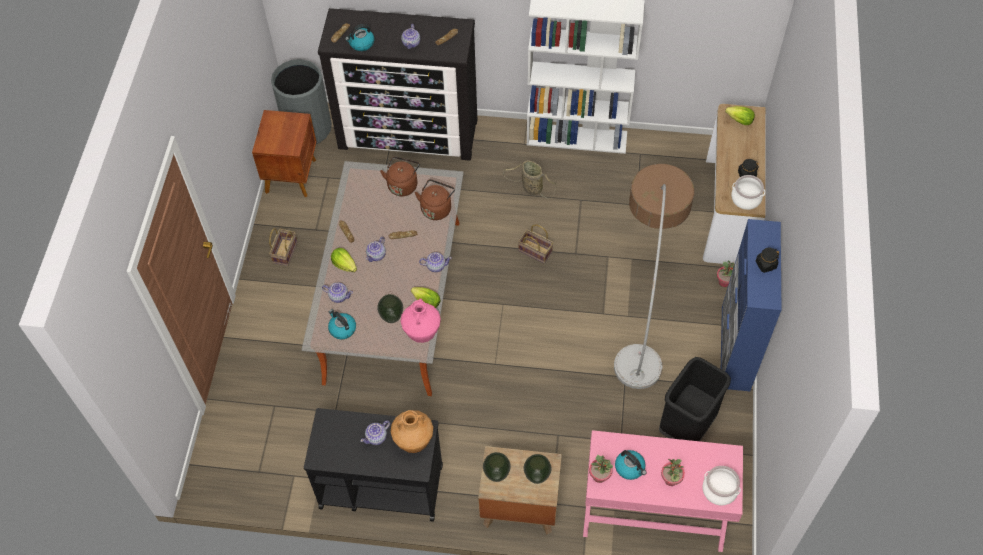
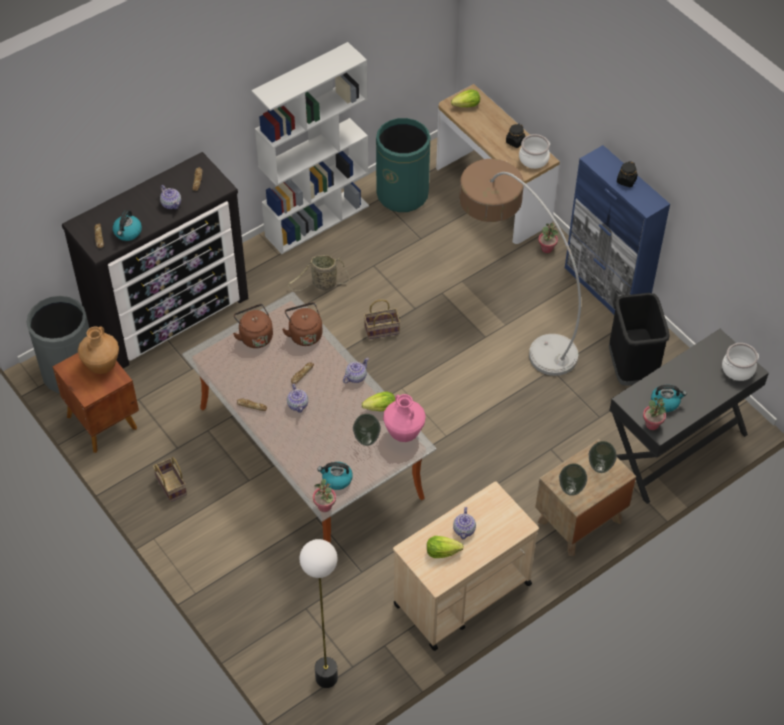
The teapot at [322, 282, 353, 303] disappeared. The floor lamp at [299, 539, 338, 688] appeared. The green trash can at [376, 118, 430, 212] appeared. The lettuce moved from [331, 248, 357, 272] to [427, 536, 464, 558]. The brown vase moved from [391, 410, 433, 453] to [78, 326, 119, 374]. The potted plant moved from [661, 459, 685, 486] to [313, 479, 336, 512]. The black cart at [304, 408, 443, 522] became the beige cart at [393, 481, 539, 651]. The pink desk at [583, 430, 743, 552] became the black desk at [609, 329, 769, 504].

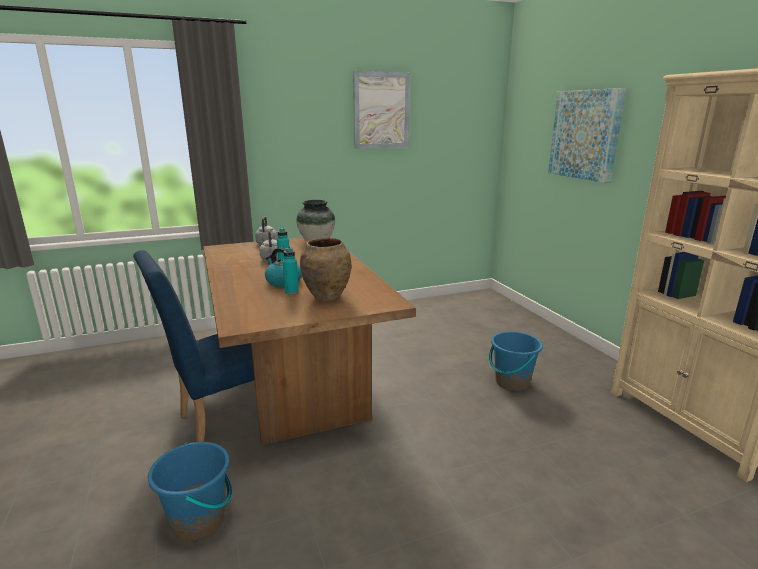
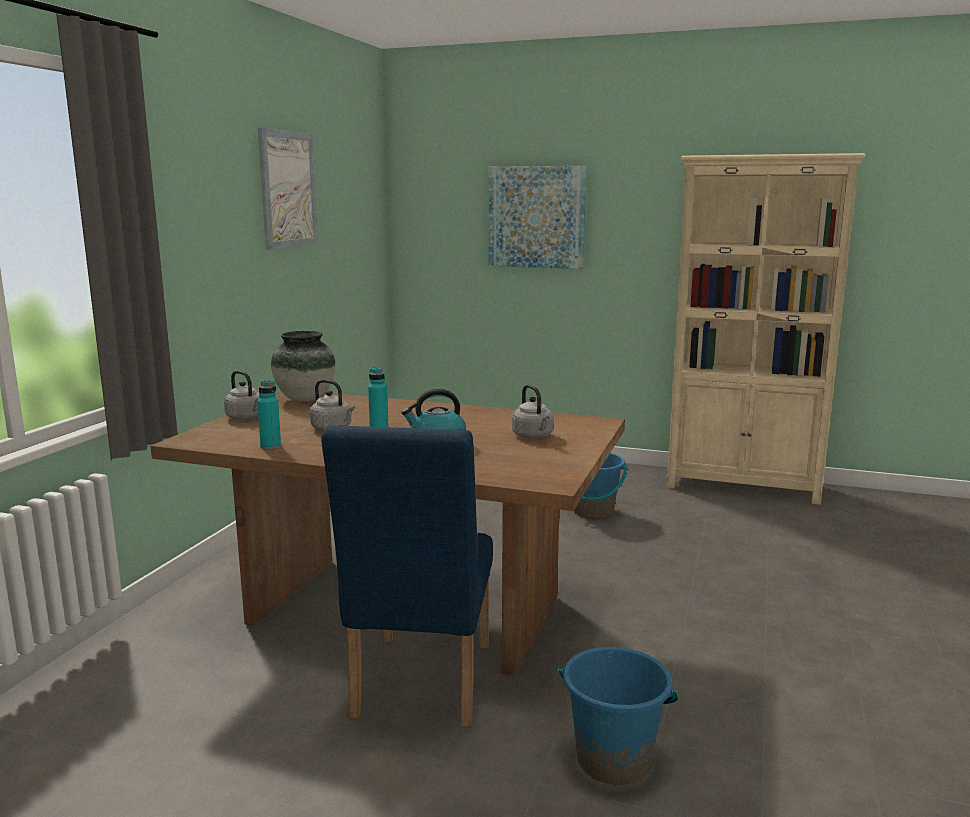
The turquoise bottle moved from [283, 247, 299, 294] to [257, 380, 281, 450]. The brown vase at [300, 238, 351, 301] was replaced by the grey kettle at [512, 385, 554, 439].

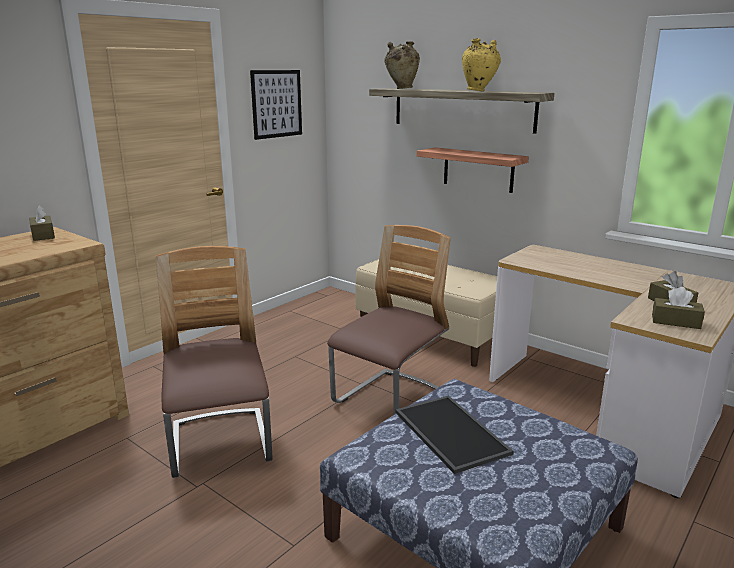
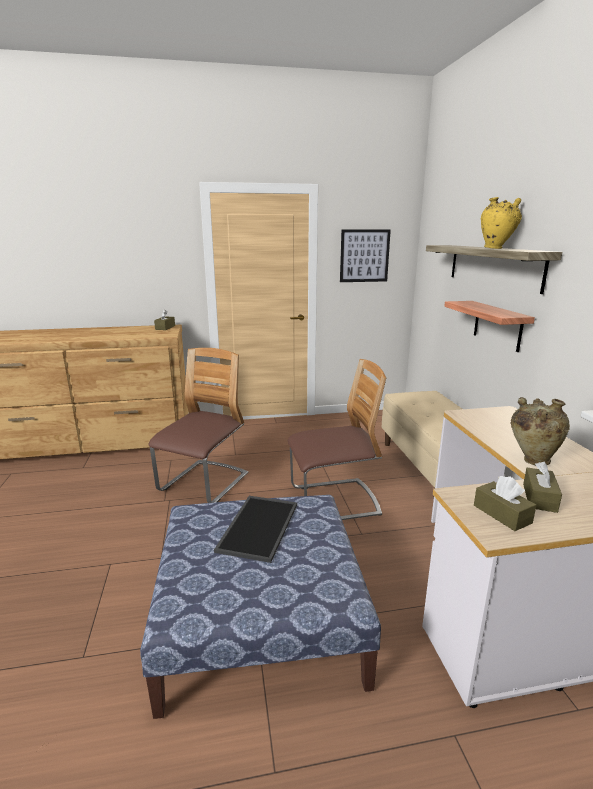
The beige vase moved from [384, 41, 420, 89] to [510, 397, 570, 465].

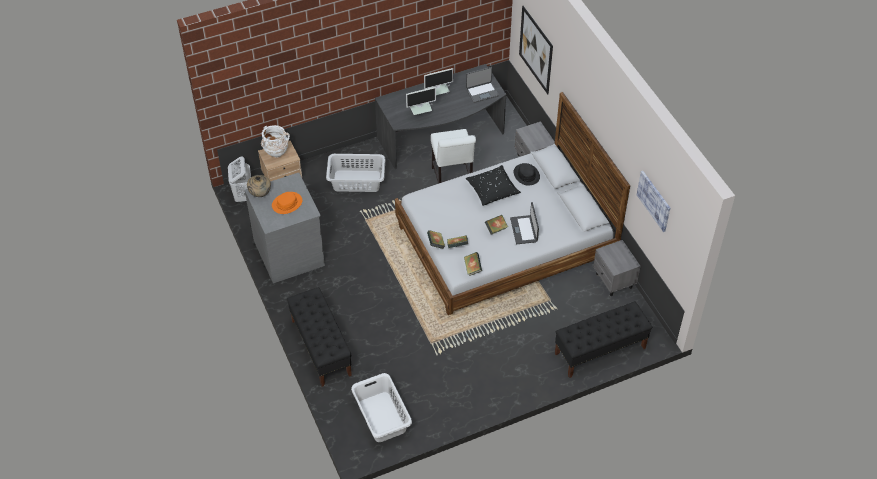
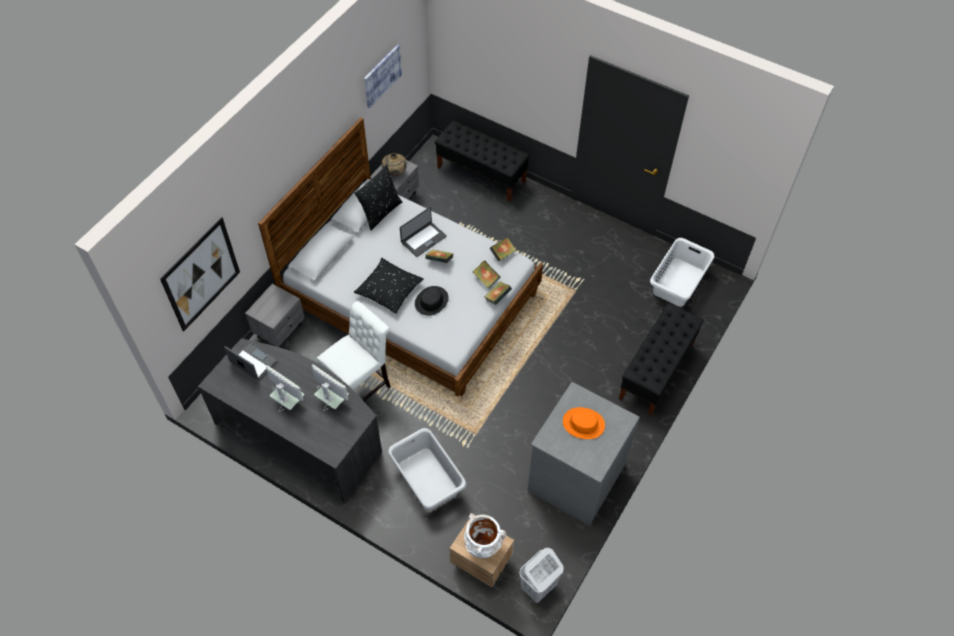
The black pillow at [354, 164, 402, 230] appeared. The beige vase moved from [247, 175, 271, 197] to [382, 153, 407, 176]. The black hat moved from [514, 163, 540, 185] to [415, 286, 449, 316].

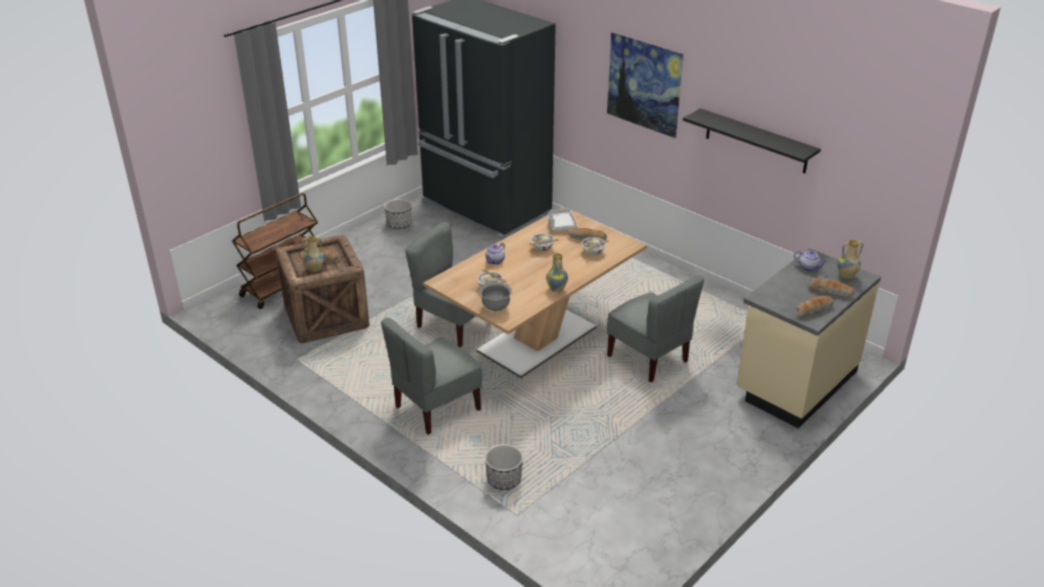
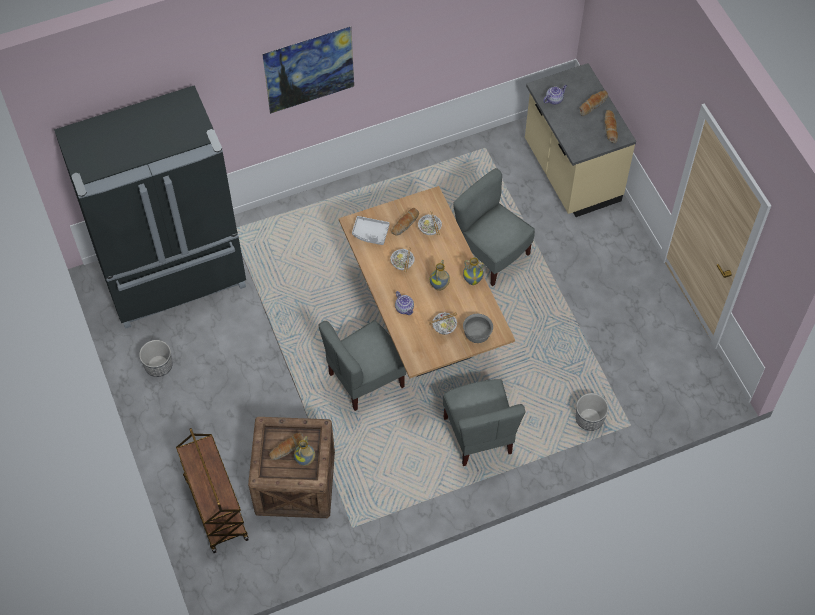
The black shelf at [683, 108, 821, 173] disappeared. The vase moved from [837, 240, 863, 279] to [430, 260, 450, 291]. The grey chair at [607, 275, 704, 382] turned 120 degrees counterclockwise.

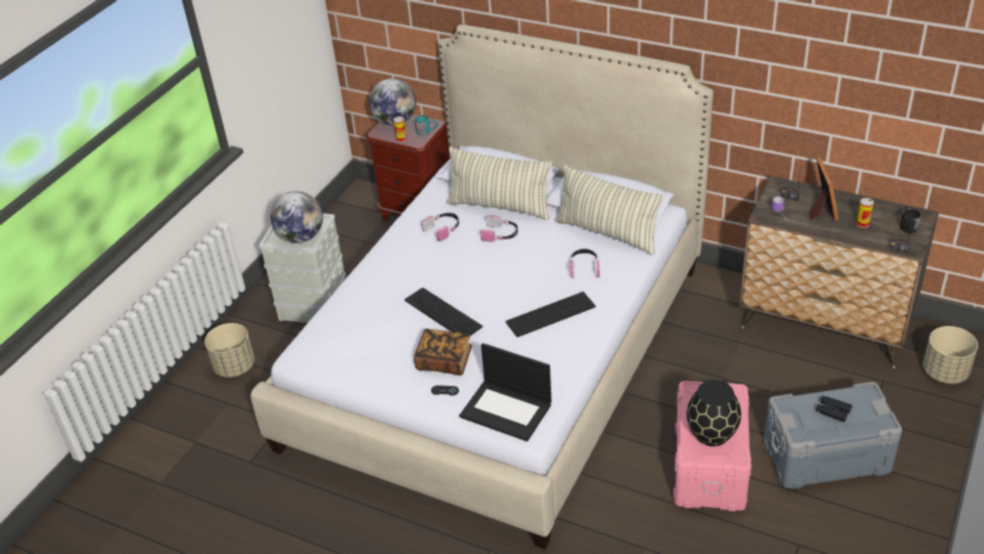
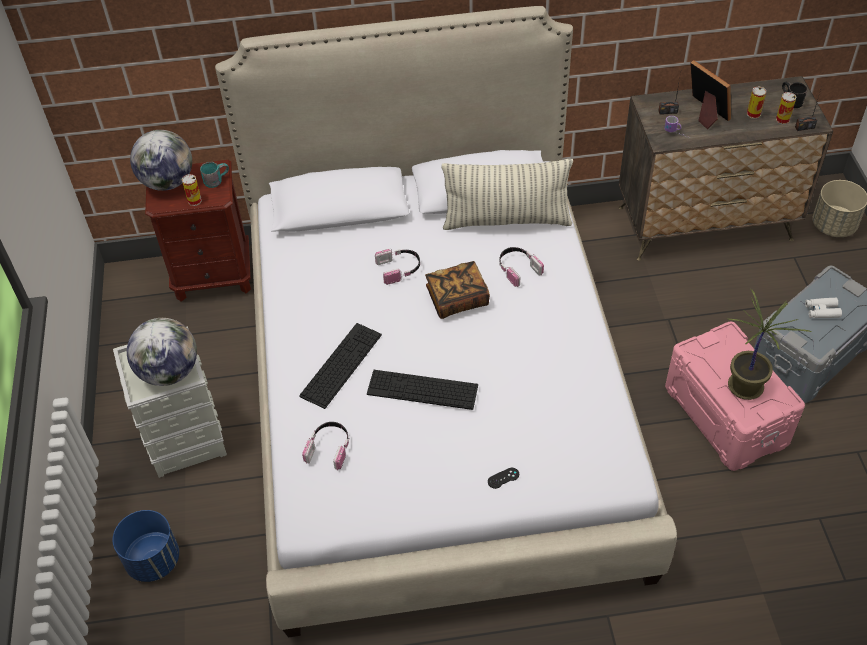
The pillow at [447, 147, 552, 220] disappeared. The laptop at [459, 343, 552, 442] disappeared. The can at [776, 92, 796, 125] appeared. The book moved from [414, 328, 472, 376] to [425, 261, 490, 319]. The headphones moved from [421, 213, 459, 241] to [302, 422, 350, 470]. The keyboard moved from [506, 292, 596, 337] to [299, 323, 382, 409]. The black vase at [687, 380, 741, 446] was replaced by the potted plant at [727, 289, 812, 400]. The beige planter at [205, 323, 255, 377] became the blue planter at [113, 510, 179, 582]. The black binoculars at [816, 396, 852, 422] became the white binoculars at [805, 298, 842, 318].

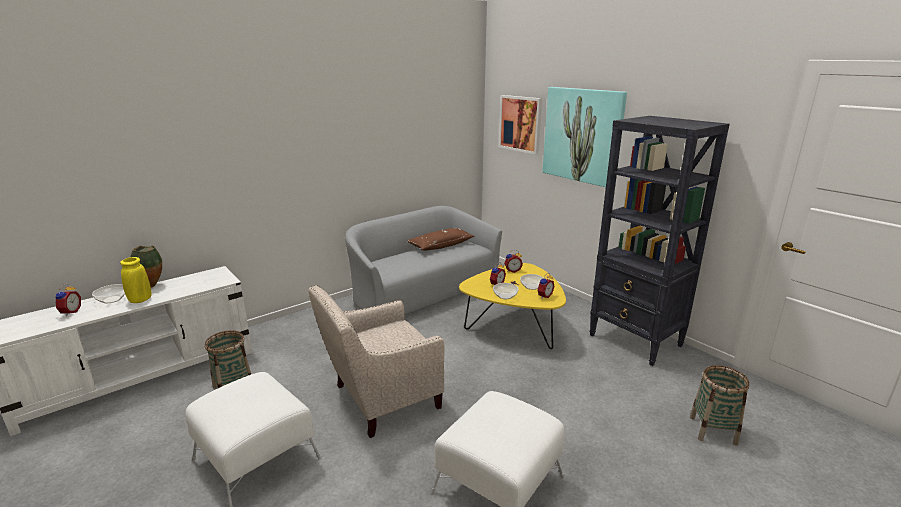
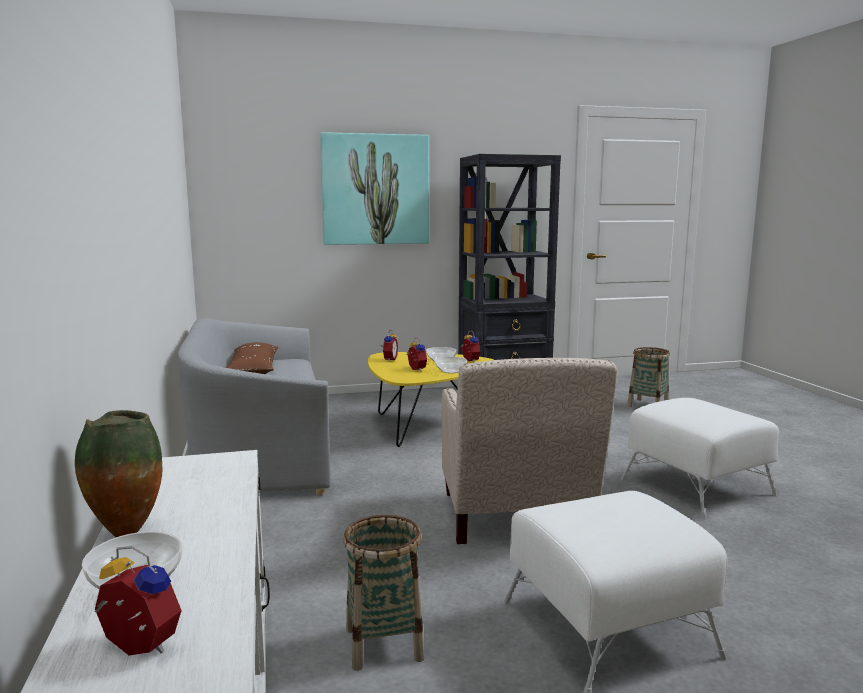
The yellow vase at [120, 257, 152, 303] disappeared. The picture at [499, 95, 542, 155] disappeared.

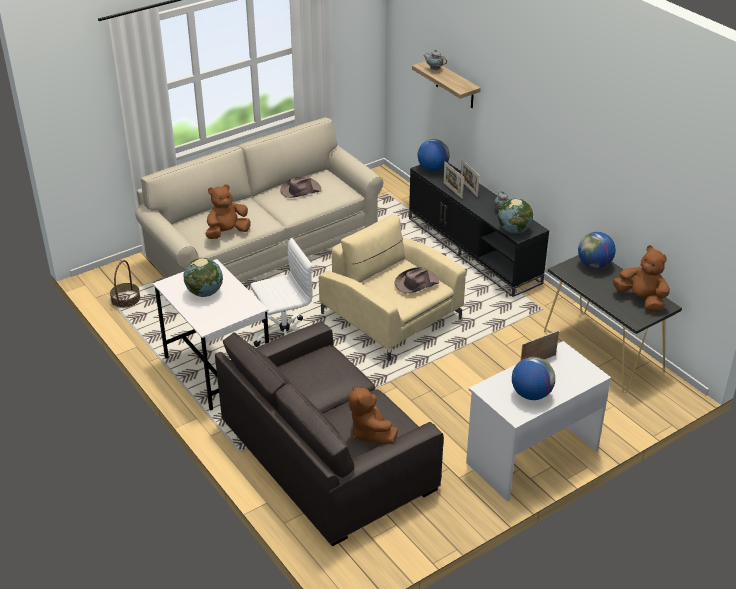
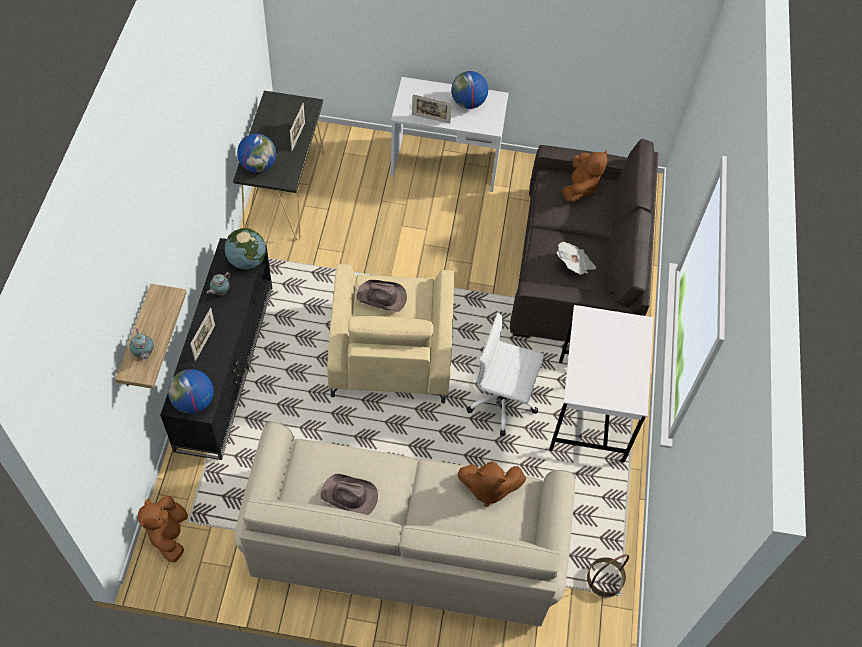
The globe at [183, 258, 223, 297] disappeared. The newspaper at [556, 242, 596, 275] appeared. The picture frame moved from [443, 161, 464, 199] to [290, 103, 305, 151]. The brown plush toy moved from [613, 245, 670, 312] to [138, 496, 188, 562].

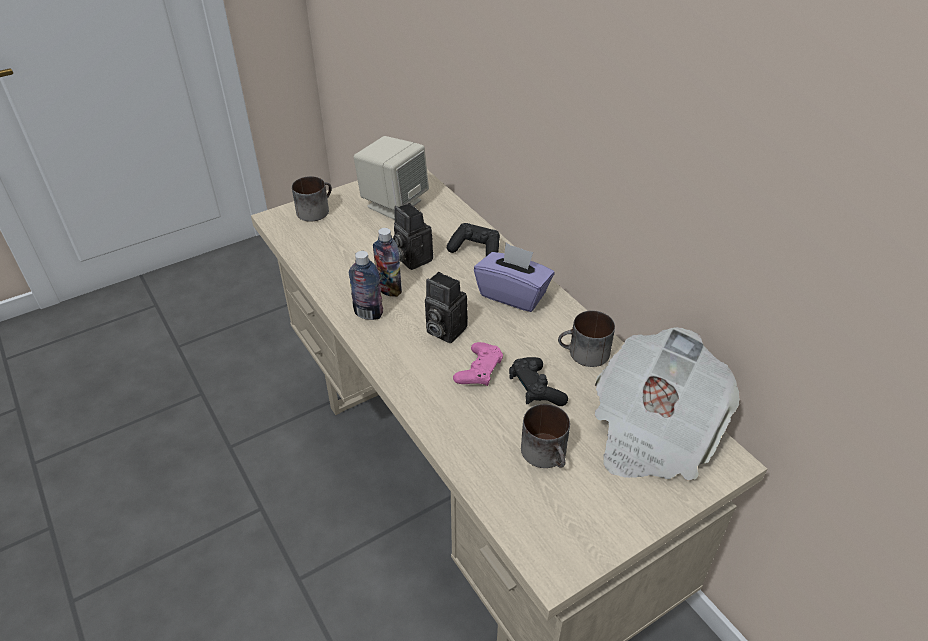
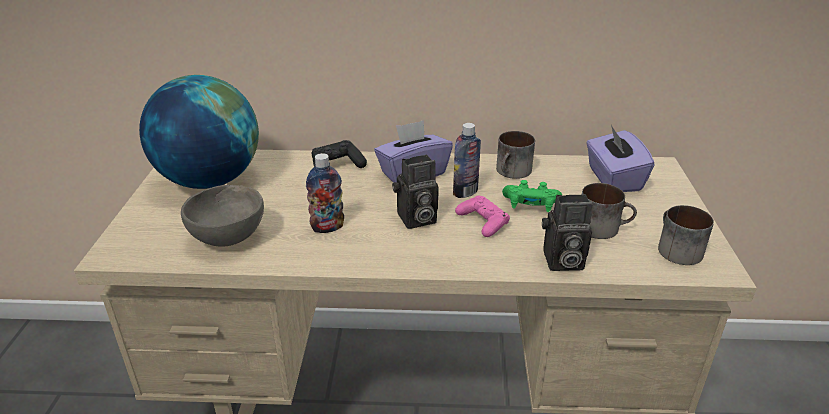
The grey bowl at [181, 185, 264, 246] appeared. The mug moved from [292, 176, 332, 222] to [658, 205, 714, 265]. The bottle moved from [349, 251, 383, 320] to [453, 123, 481, 198]. The photo camera moved from [393, 203, 433, 270] to [542, 194, 593, 271]. The beige speaker at [354, 136, 429, 220] was replaced by the globe at [139, 75, 259, 189]. The newspaper at [594, 327, 740, 480] was replaced by the purple tissue box at [586, 125, 654, 192]. The black game controller at [509, 357, 568, 406] became the green game controller at [502, 180, 562, 212].

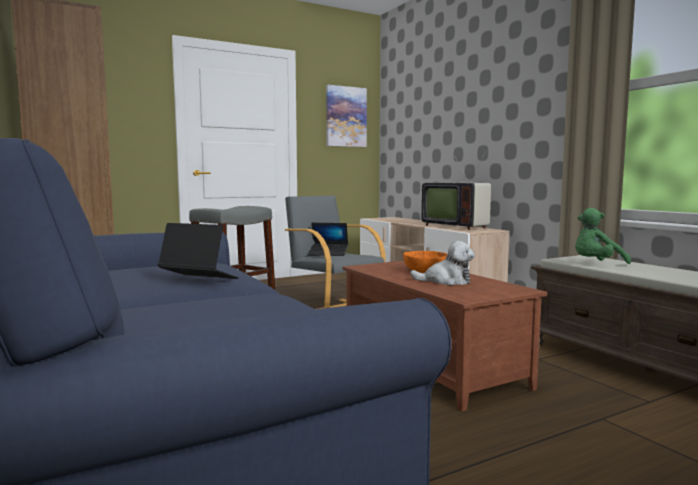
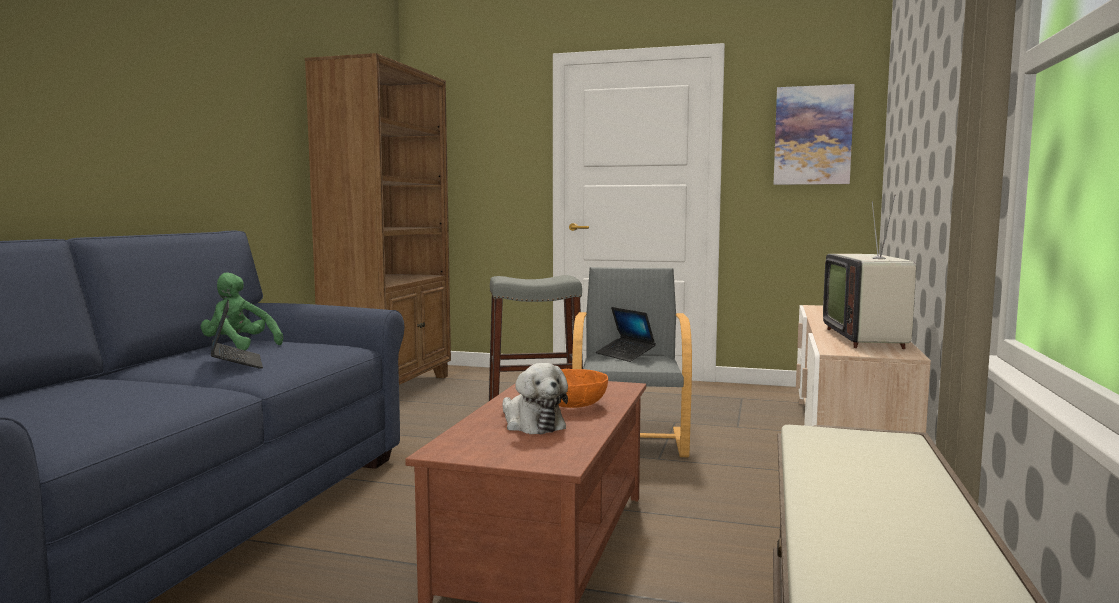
The green plush toy moved from [575, 208, 631, 264] to [200, 272, 283, 350].

